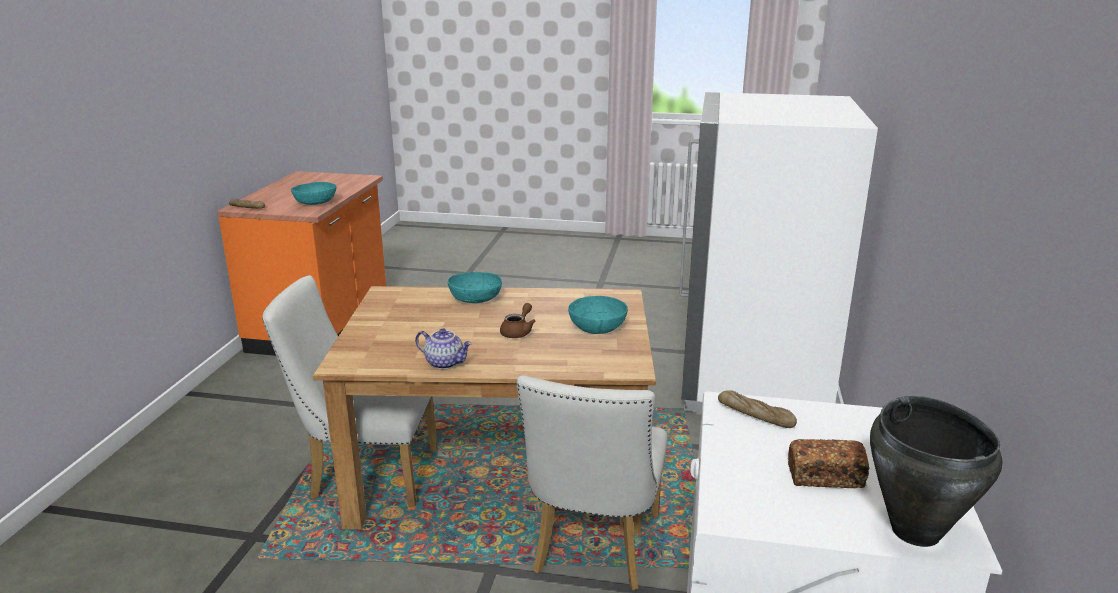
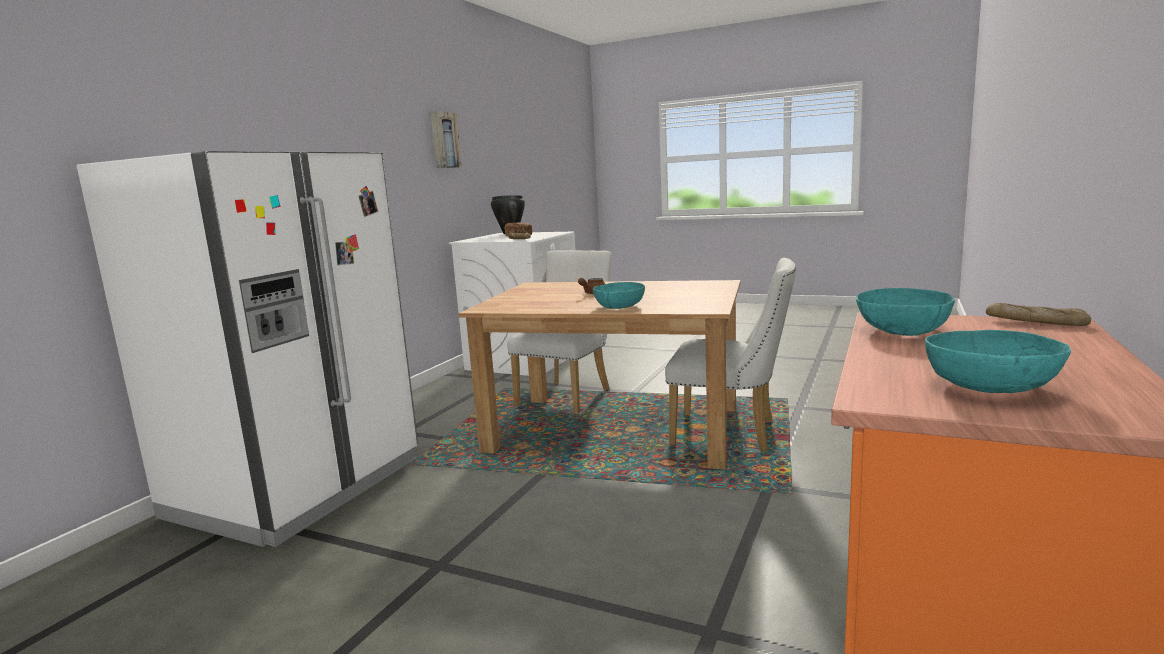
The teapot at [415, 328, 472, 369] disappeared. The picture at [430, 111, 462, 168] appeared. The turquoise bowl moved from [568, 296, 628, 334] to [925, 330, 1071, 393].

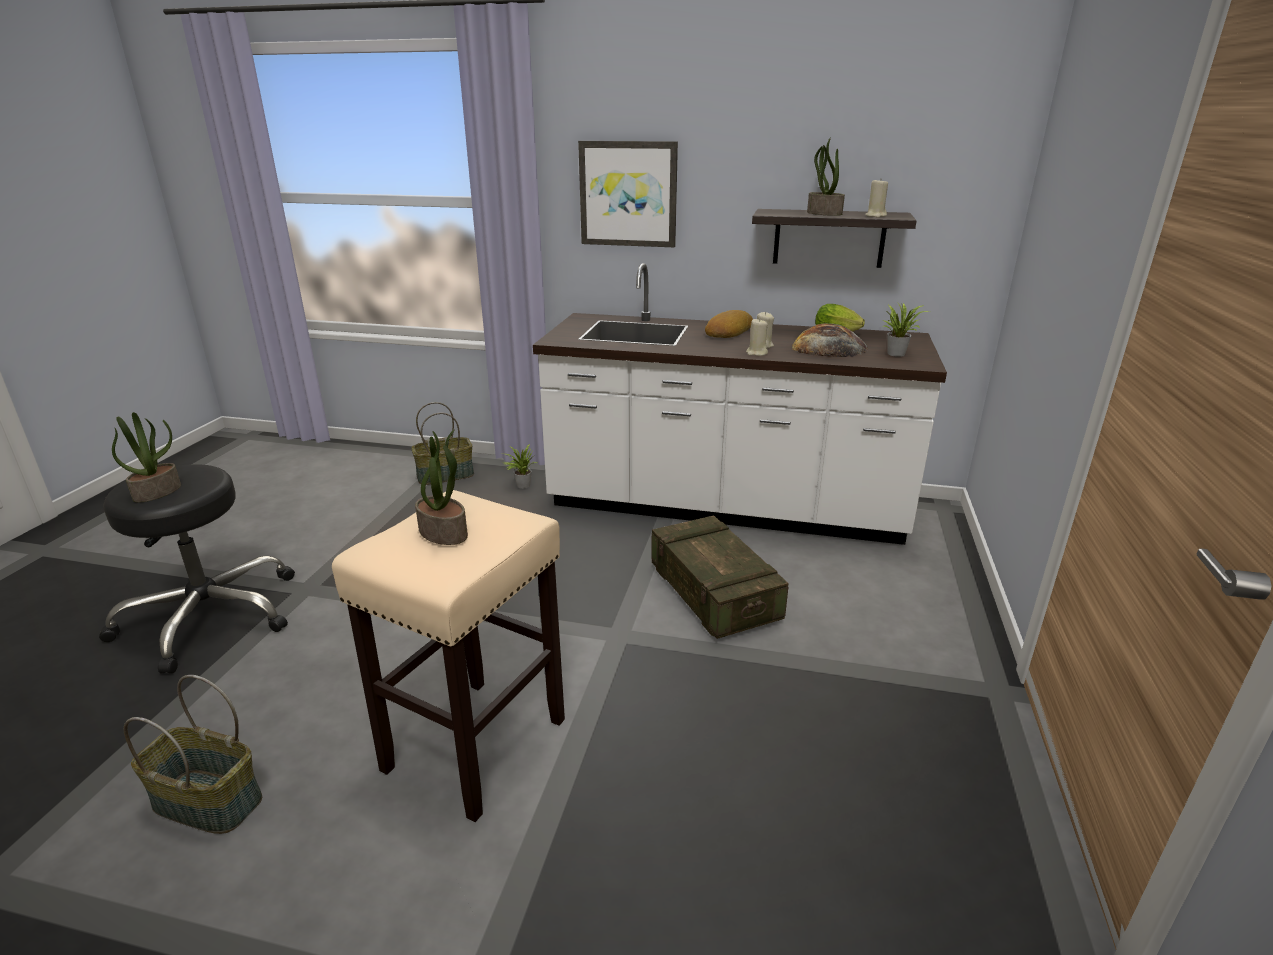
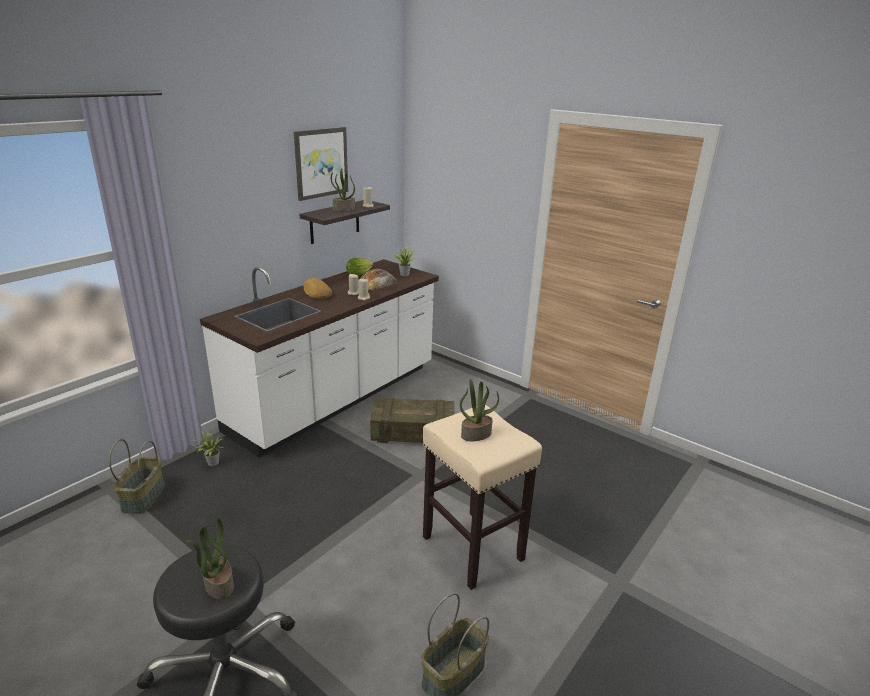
The picture moved from [578, 141, 678, 247] to [294, 127, 348, 201].

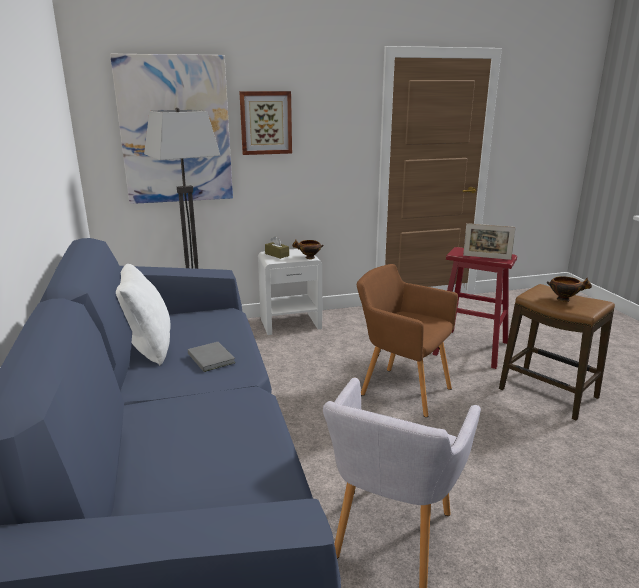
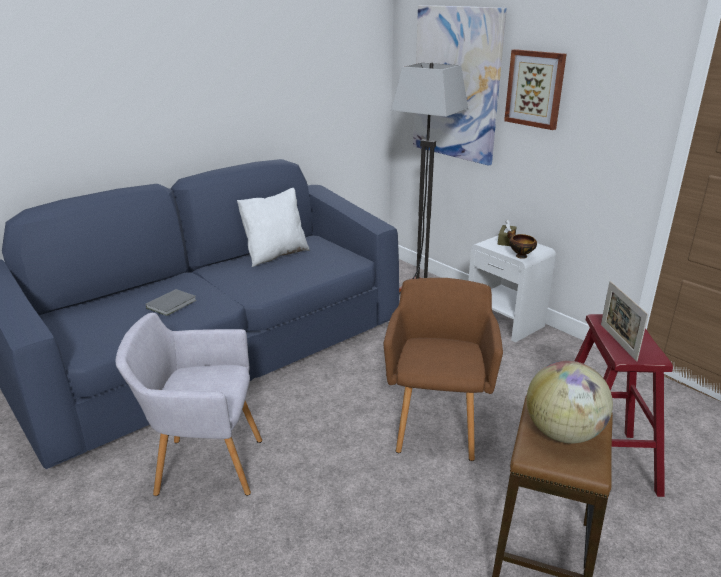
The grey book moved from [188, 342, 235, 372] to [145, 289, 197, 316]. The bowl at [547, 276, 592, 302] was replaced by the globe at [527, 361, 613, 443].

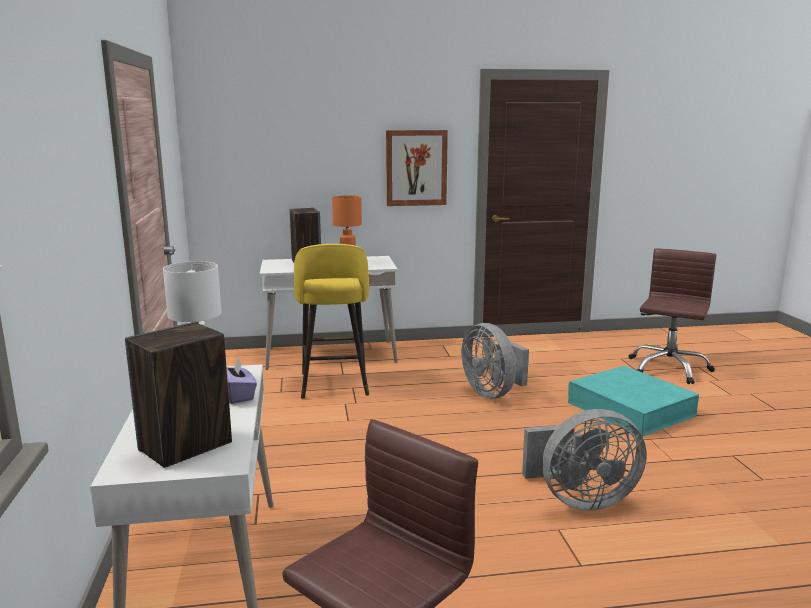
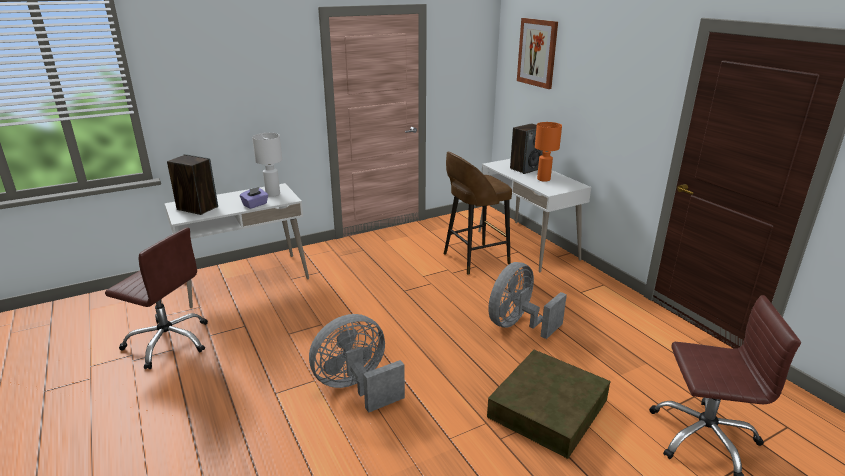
The picture moved from [386, 130, 448, 206] to [517, 18, 558, 89]. The yellow stool at [294, 244, 369, 399] became the brown stool at [444, 152, 512, 275]. The turquoise storage box at [568, 366, 699, 437] became the brown storage box at [487, 350, 611, 459]. The grey fan at [522, 409, 646, 511] turned 90 degrees clockwise.

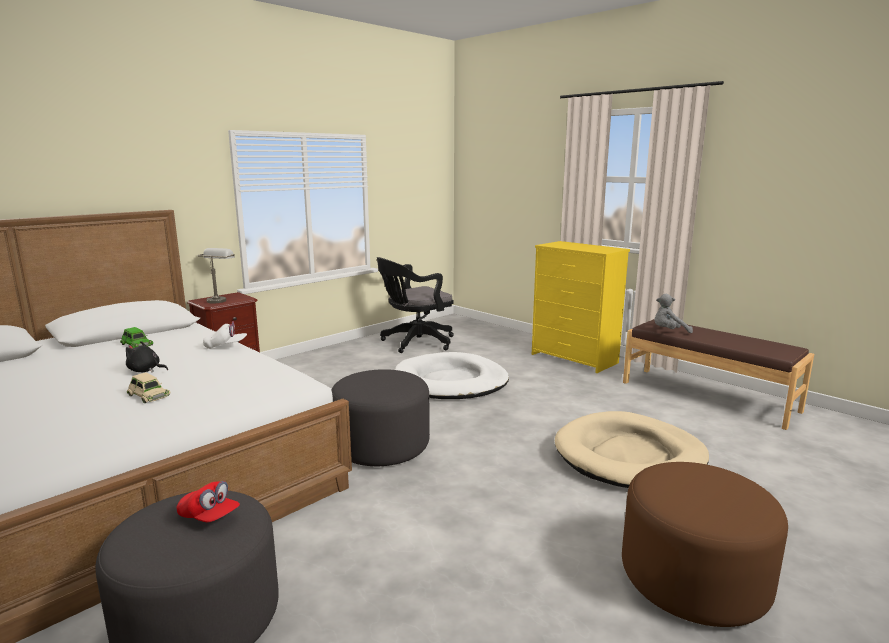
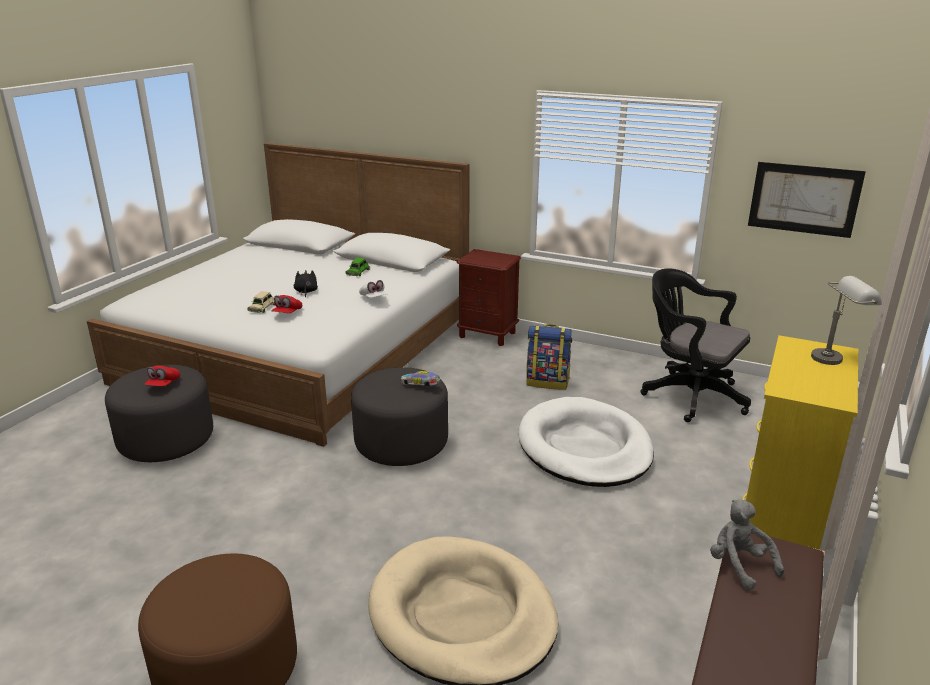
The red cap at [271, 295, 302, 313] appeared. The toy car at [401, 371, 441, 387] appeared. The backpack at [526, 324, 572, 390] appeared. The picture at [748, 162, 866, 238] appeared. The grey table lamp moved from [197, 248, 235, 304] to [811, 276, 882, 365].

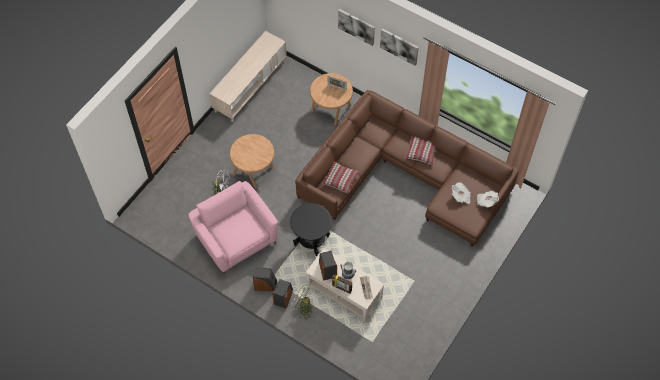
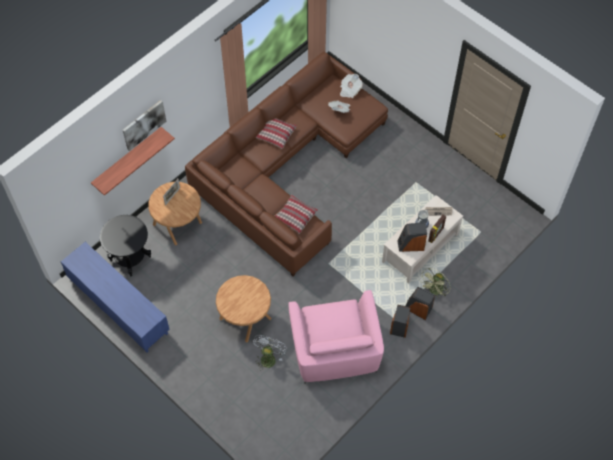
The picture at [380, 28, 419, 66] disappeared. The shelf at [91, 127, 175, 196] appeared. The black side table moved from [290, 203, 332, 256] to [100, 215, 151, 276]. The beige tv stand at [210, 31, 287, 122] became the blue tv stand at [61, 242, 170, 352]. The pink armchair at [189, 181, 278, 274] turned 75 degrees counterclockwise.

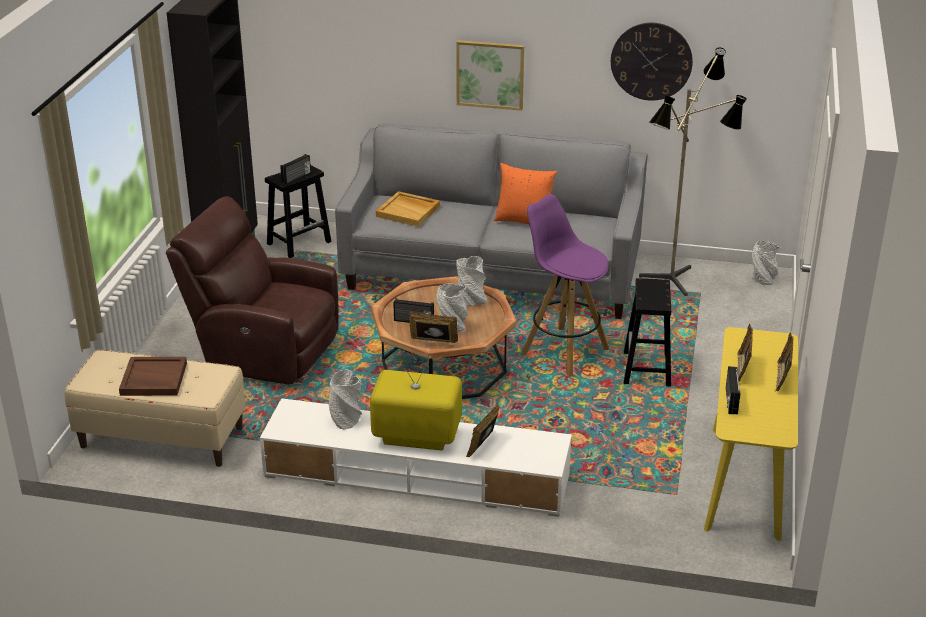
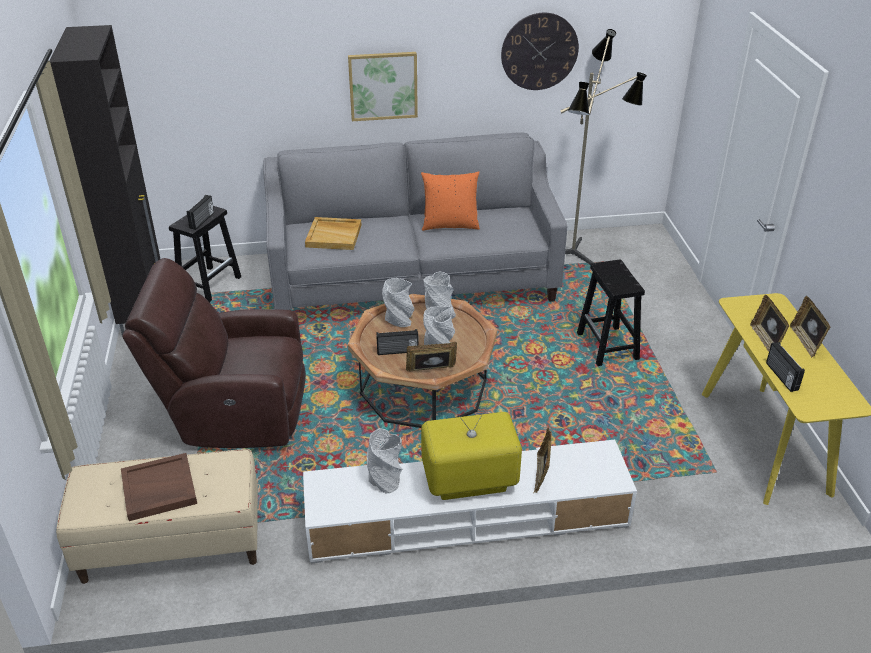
The purple stool at [521, 194, 609, 377] disappeared. The grey vase moved from [751, 241, 780, 286] to [382, 278, 414, 327].

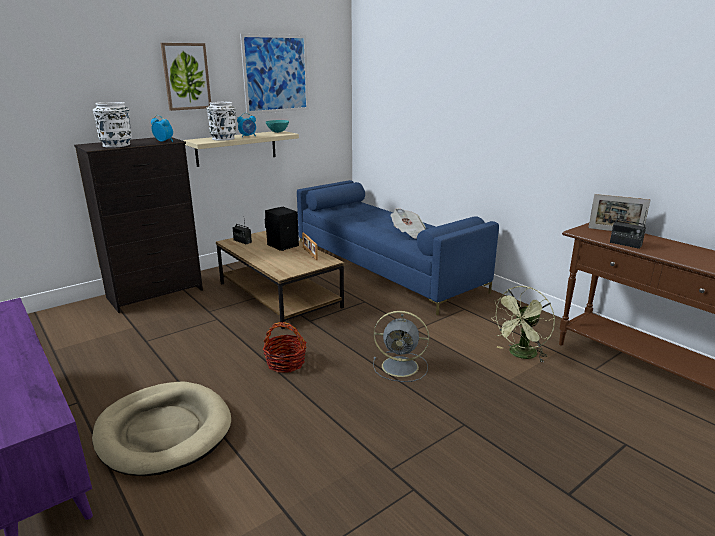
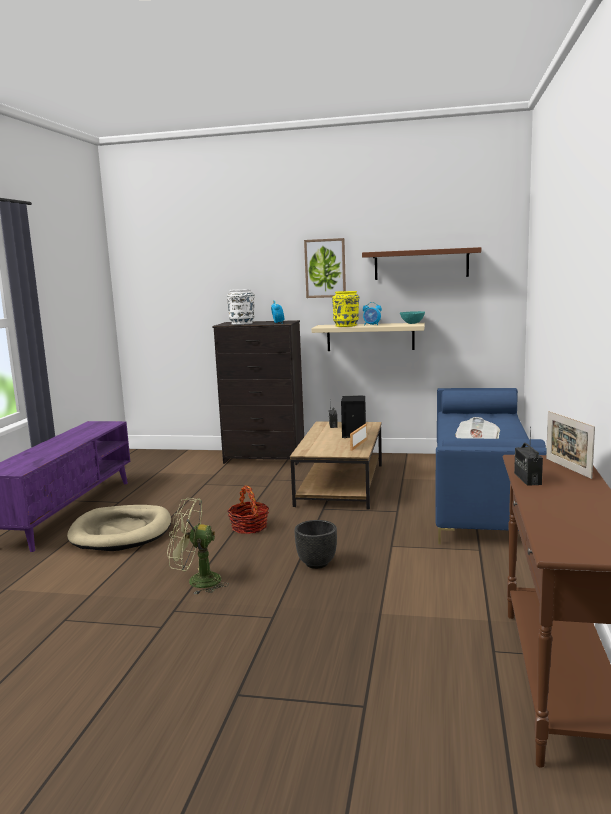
The green fan moved from [493, 286, 555, 362] to [167, 498, 229, 595]. The picture at [240, 34, 309, 114] was replaced by the brown shelf at [362, 247, 481, 280]. The grey fan at [373, 311, 429, 382] was replaced by the black planter at [295, 520, 337, 569]. The white vase at [206, 102, 236, 141] became the yellow vase at [332, 291, 359, 327].

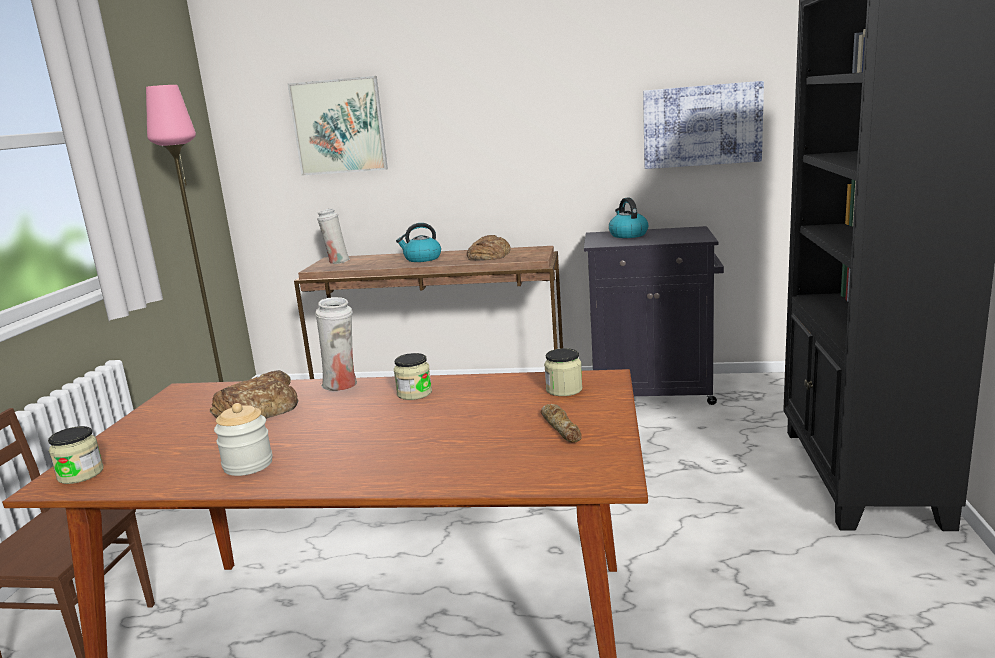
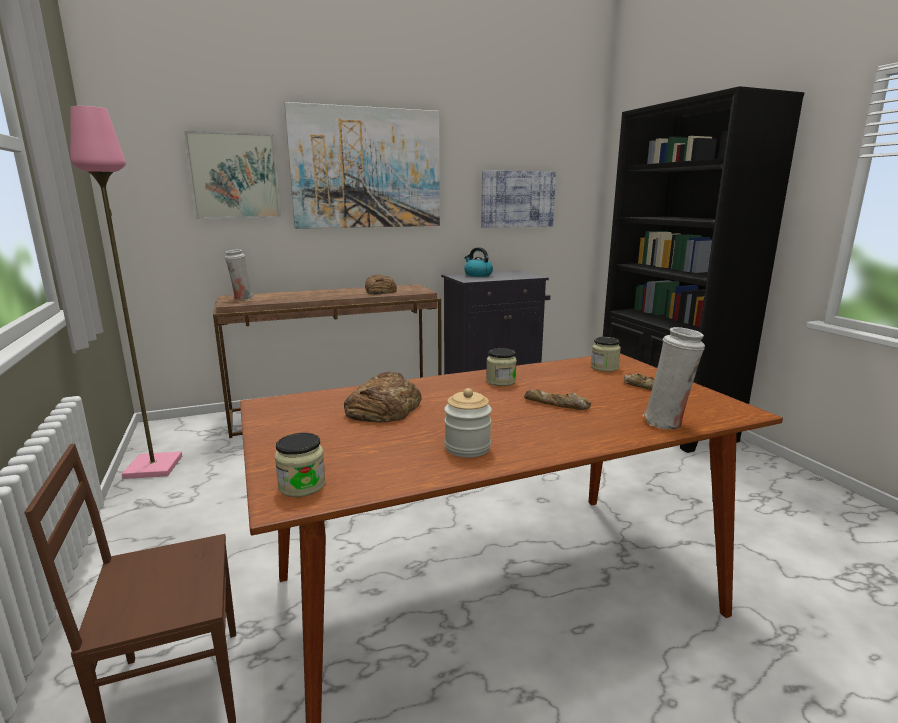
The kettle at [396, 223, 441, 262] disappeared. The picture at [284, 102, 440, 229] appeared. The bread at [524, 389, 591, 410] appeared. The white vase moved from [315, 297, 357, 391] to [642, 327, 705, 429].

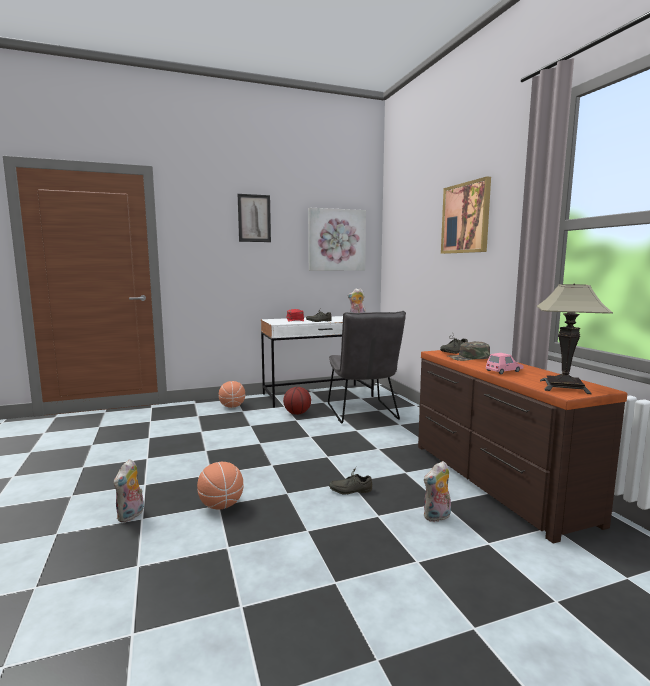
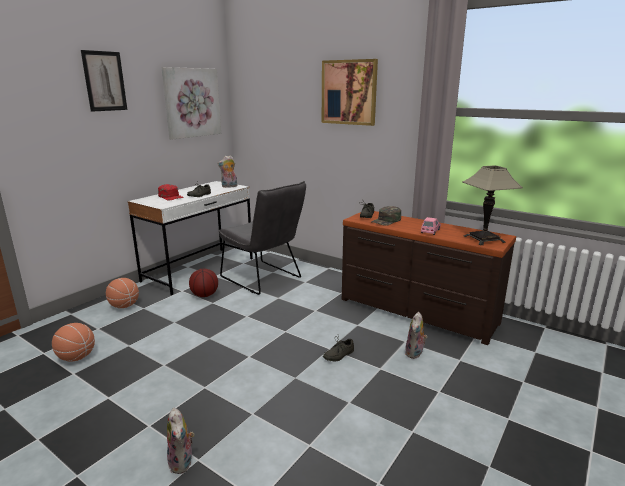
The basketball moved from [197, 462, 243, 509] to [52, 323, 95, 362].

